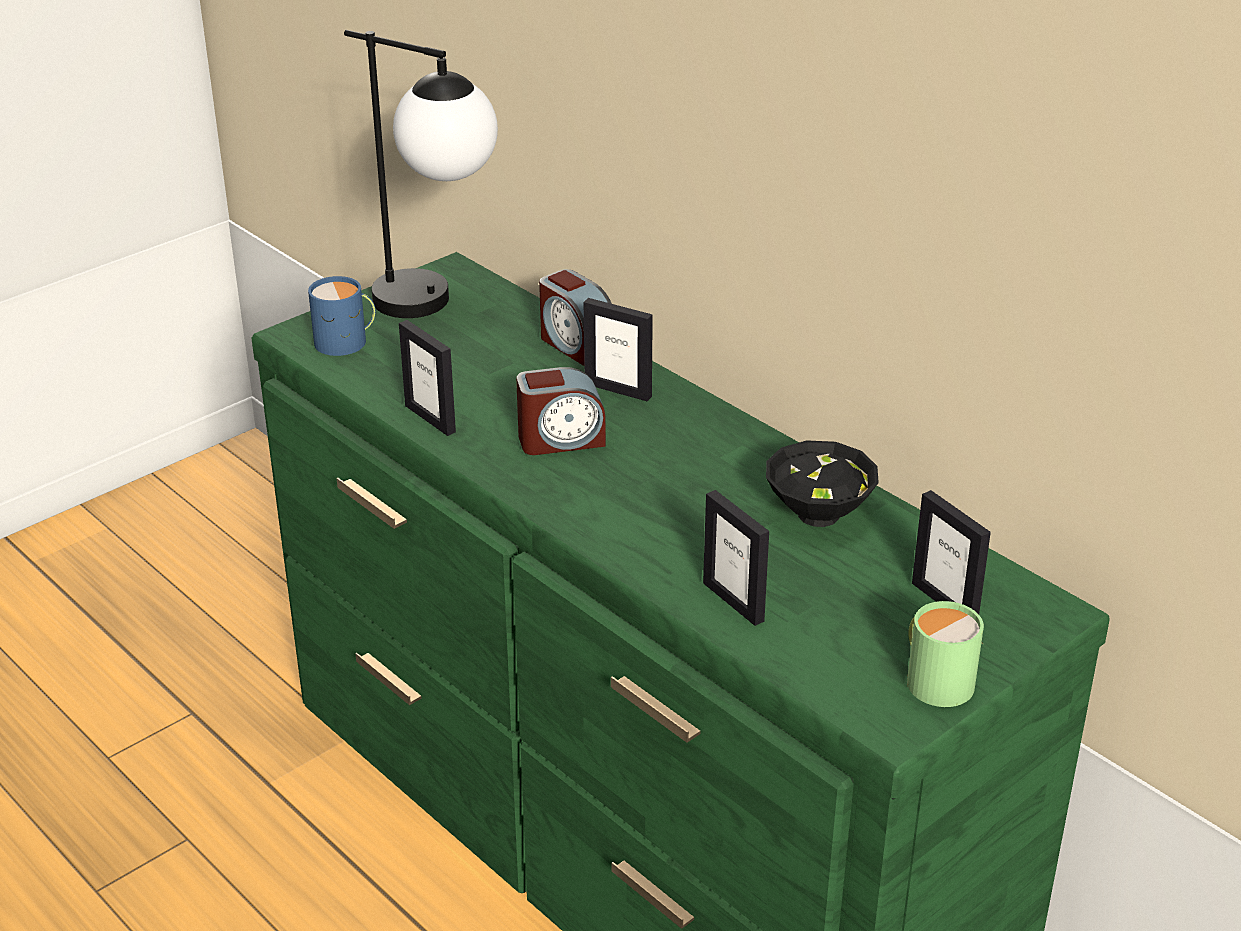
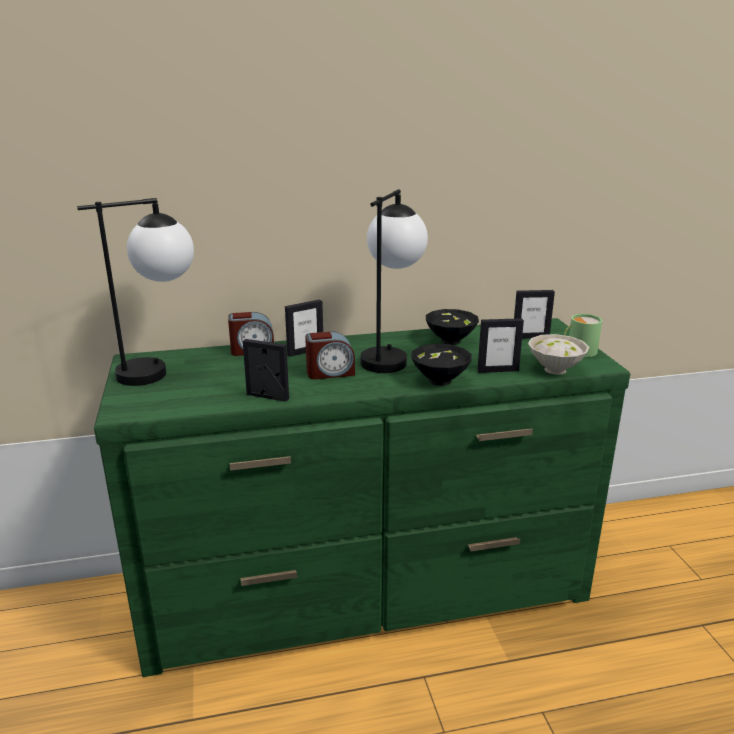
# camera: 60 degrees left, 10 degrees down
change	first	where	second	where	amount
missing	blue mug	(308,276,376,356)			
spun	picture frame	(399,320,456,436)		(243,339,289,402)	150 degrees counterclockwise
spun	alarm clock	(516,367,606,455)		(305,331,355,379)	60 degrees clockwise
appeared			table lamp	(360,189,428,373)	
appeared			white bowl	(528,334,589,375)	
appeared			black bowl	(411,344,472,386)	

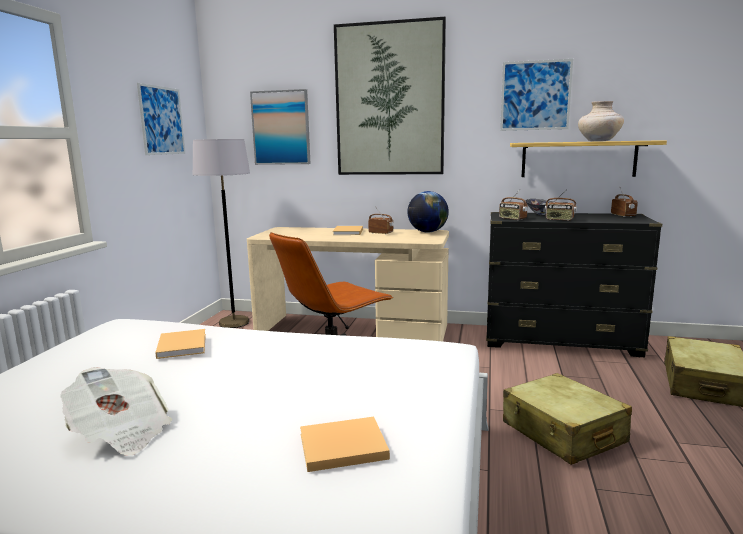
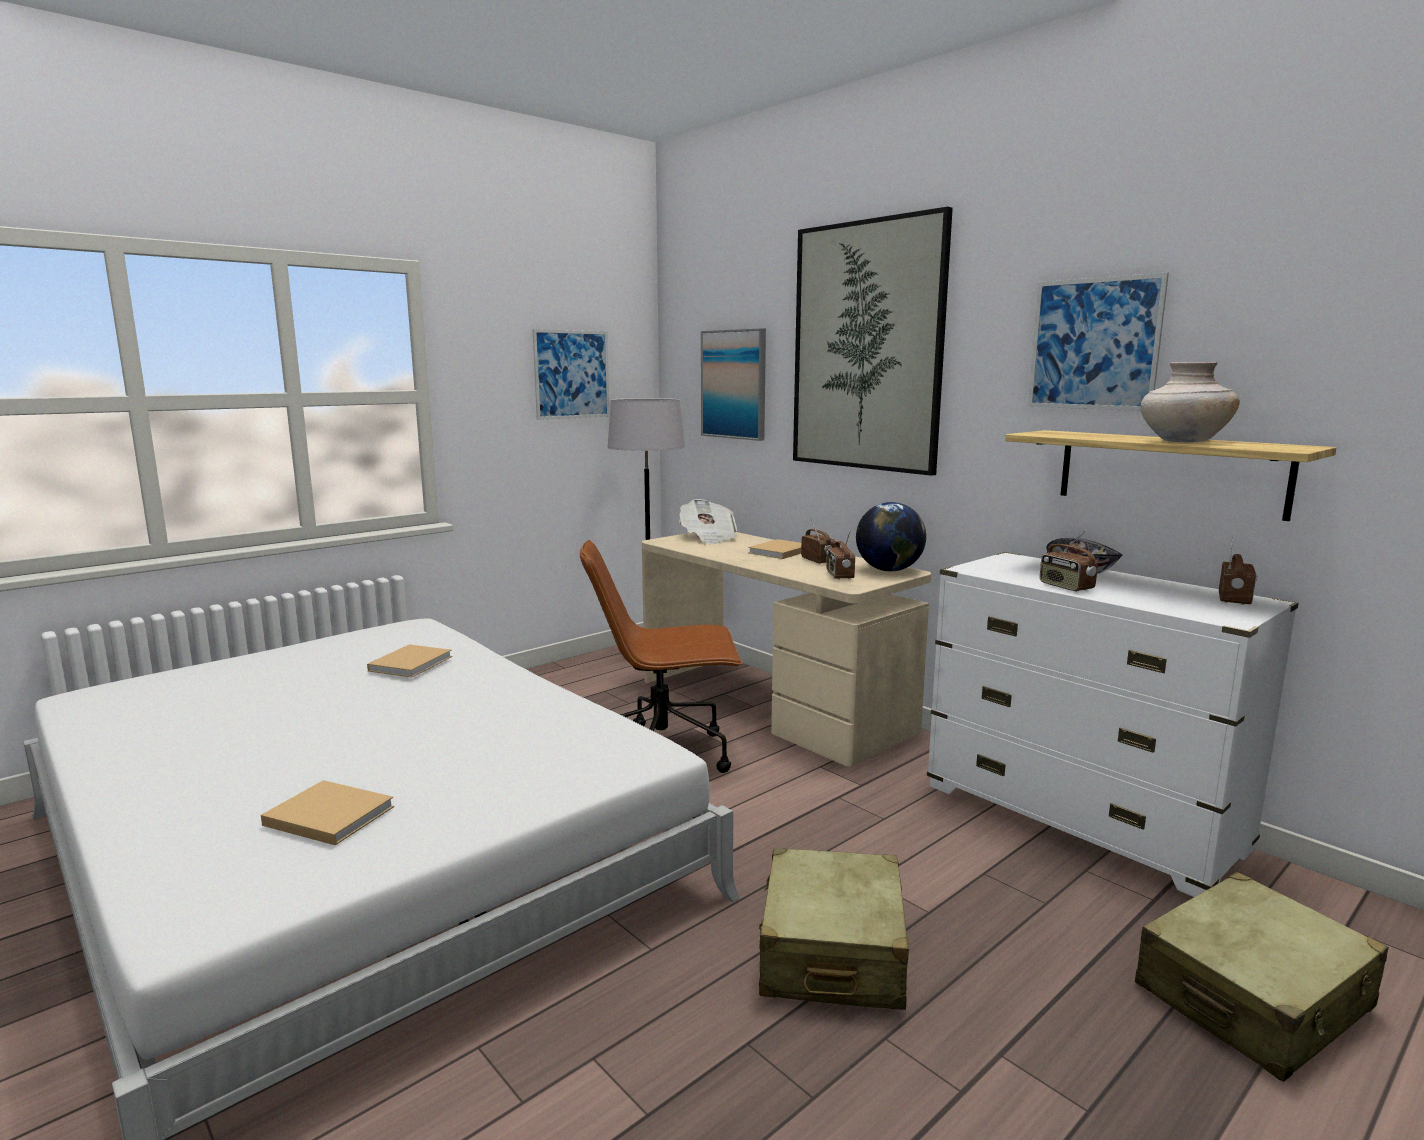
# camera: 35 degrees right, 0 degrees up
change	first	where	second	where	amount
relocated	radio	(499,190,527,220)		(826,532,855,579)	
colour	black dresser	(486,212,662,357)	white dresser	(927,552,1299,897)	
relocated	newspaper	(60,367,172,456)		(679,499,737,544)	

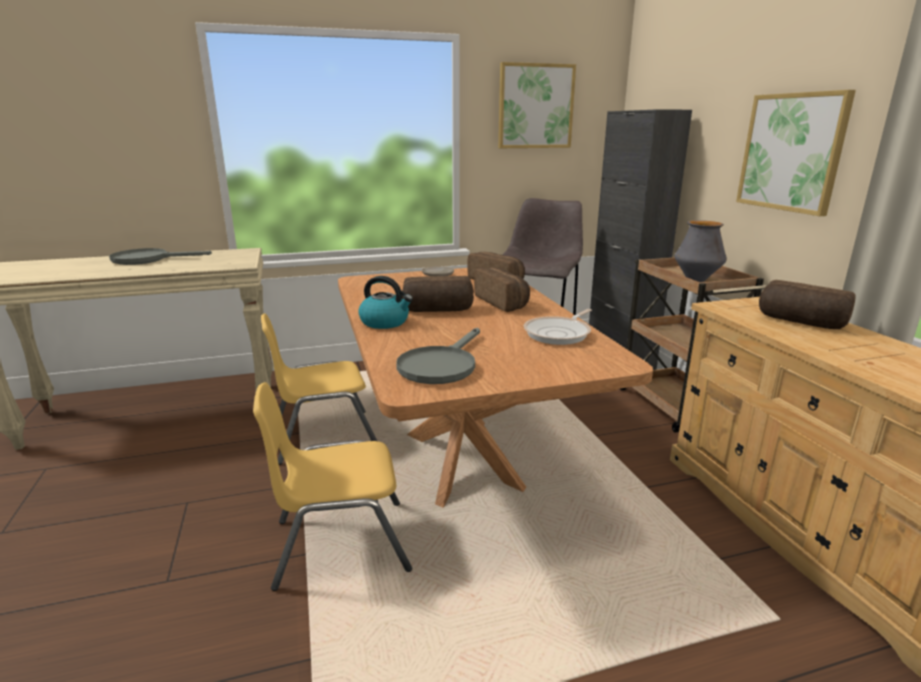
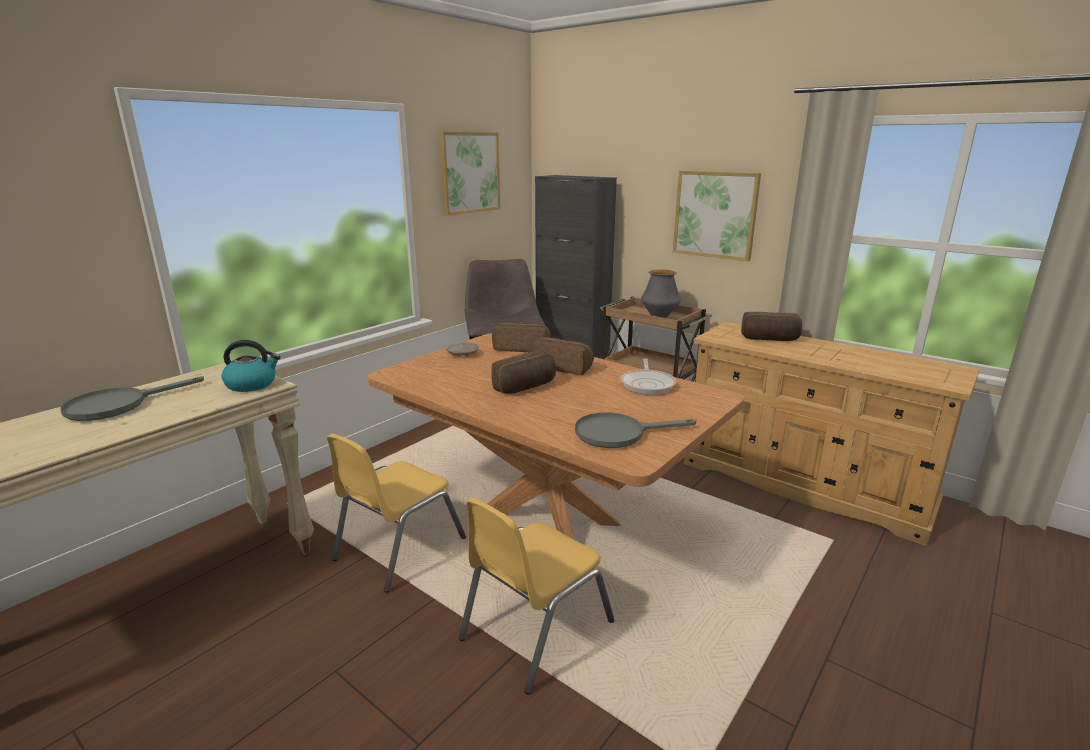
# camera: 35 degrees left, 0 degrees up
change	first	where	second	where	amount
relocated	kettle	(358,276,413,329)		(221,340,280,392)	
spun	grey frying pan	(396,328,480,384)		(575,412,696,448)	90 degrees clockwise

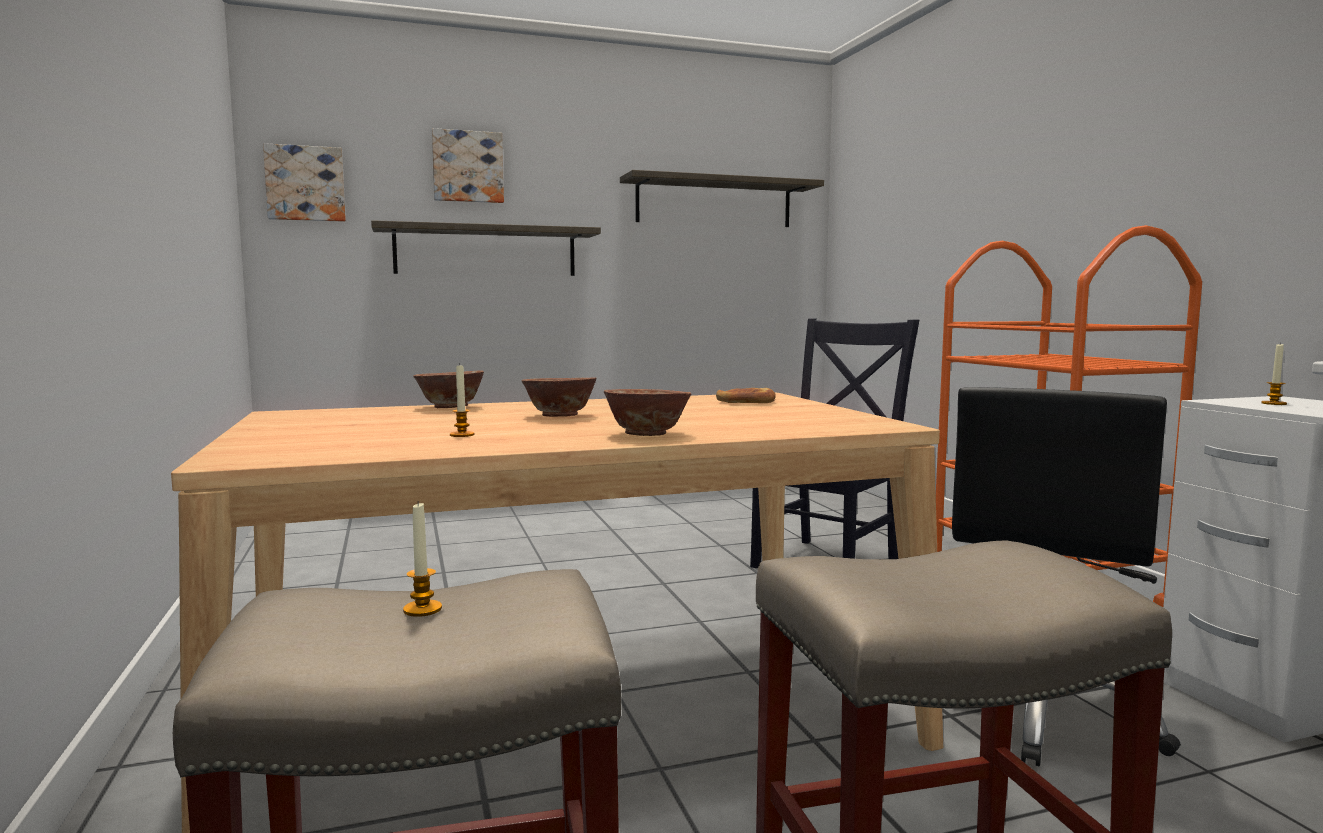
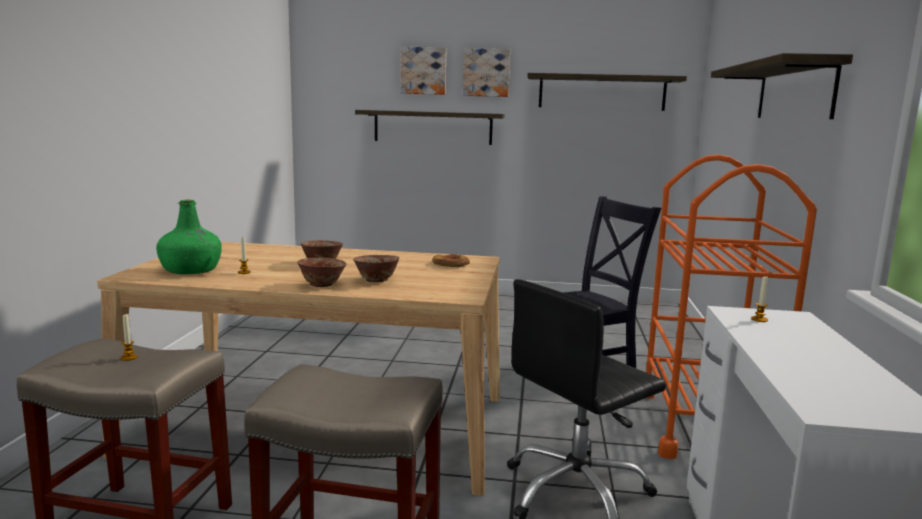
# camera: 25 degrees right, 5 degrees up
change	first	where	second	where	amount
relocated	picture	(263,143,346,222)		(463,48,510,97)	
relocated	bowl	(413,370,484,408)		(353,255,399,282)	
appeared			shelf	(711,53,853,119)	
appeared			green bottle	(156,199,222,274)	

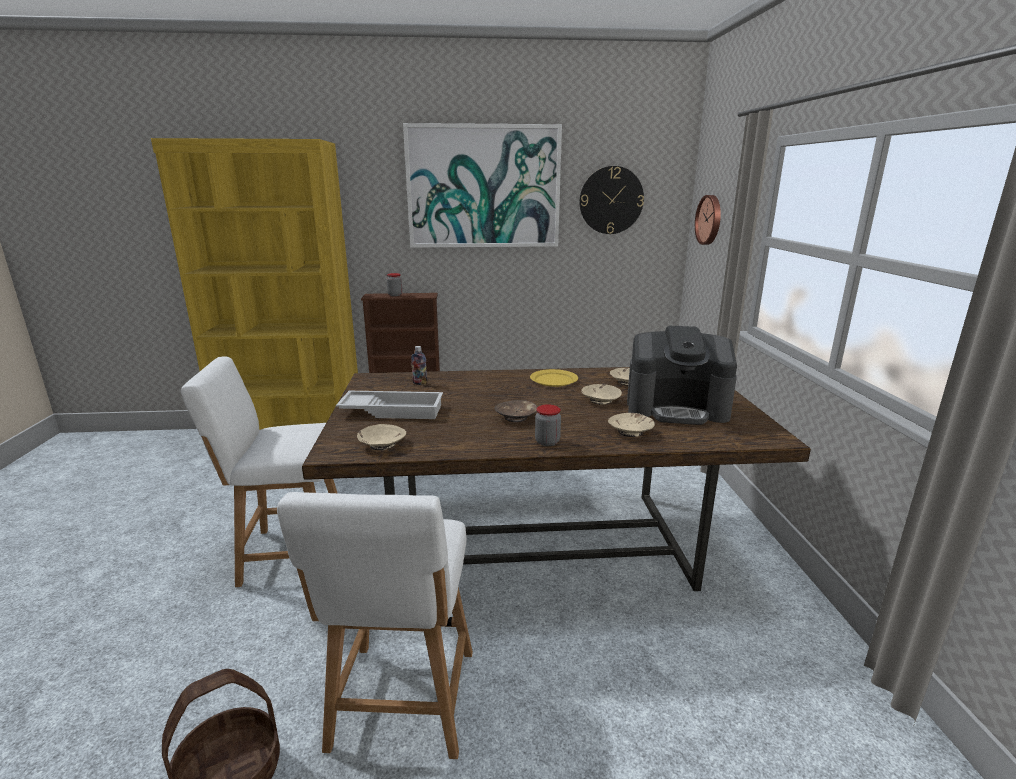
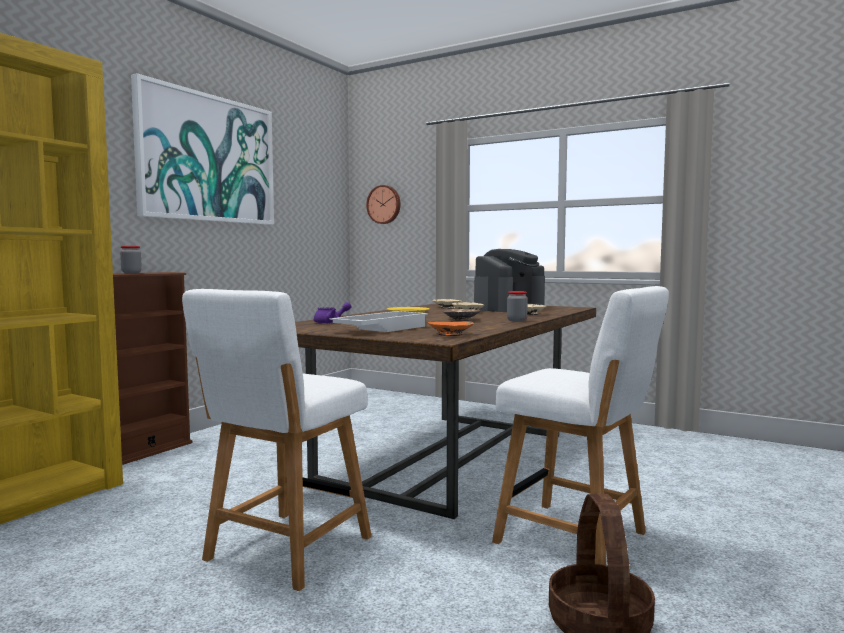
# camera: 55 degrees left, 15 degrees down
change	first	where	second	where	amount
missing	wall clock	(580,166,644,234)			
exchanged	bottle	(411,346,427,385)	purple teapot	(314,302,352,324)	
colour	beige bowl	(357,424,406,450)	orange bowl	(428,321,474,336)	

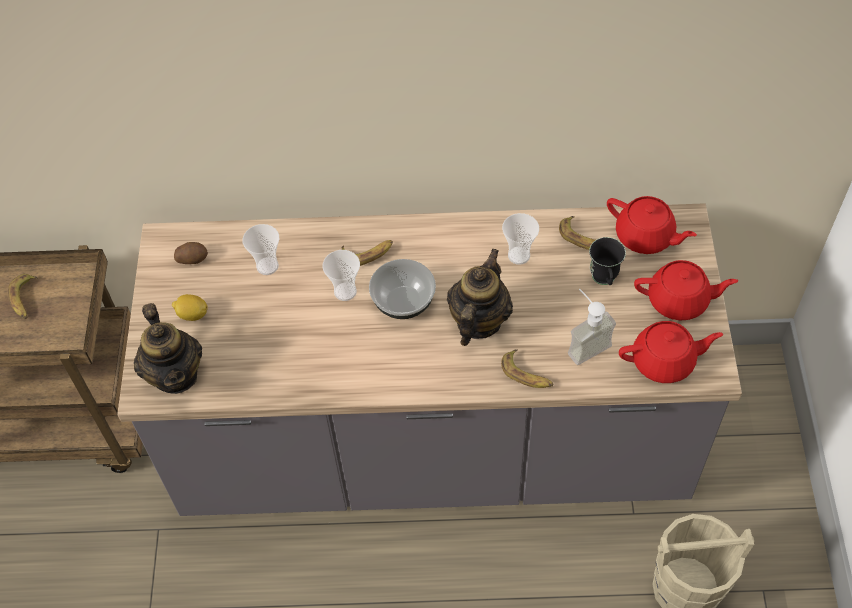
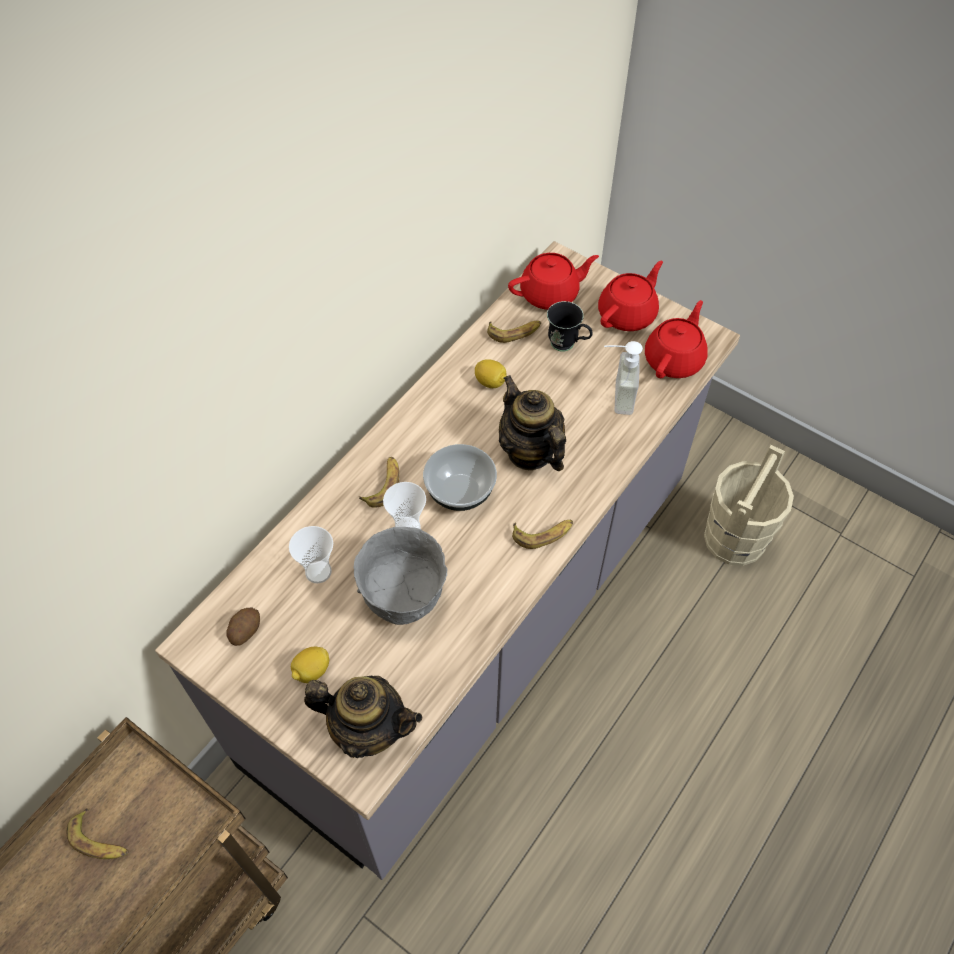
# camera: 55 degrees left, 0 degrees up
change	first	where	second	where	amount
exchanged	cup	(502,213,539,265)	lemon	(475,359,506,388)	
relocated	banana	(501,349,553,388)		(512,519,573,549)	
appeared			grey bowl	(354,527,447,625)	

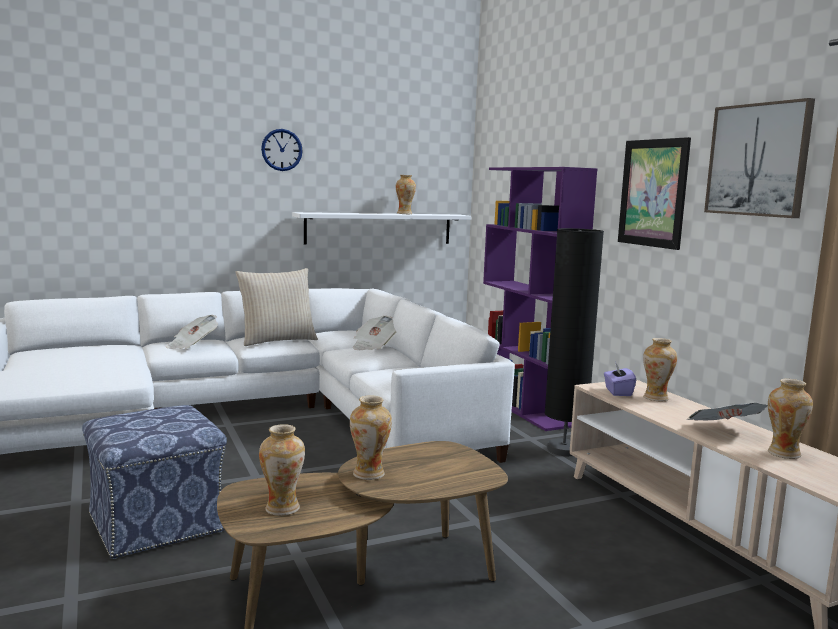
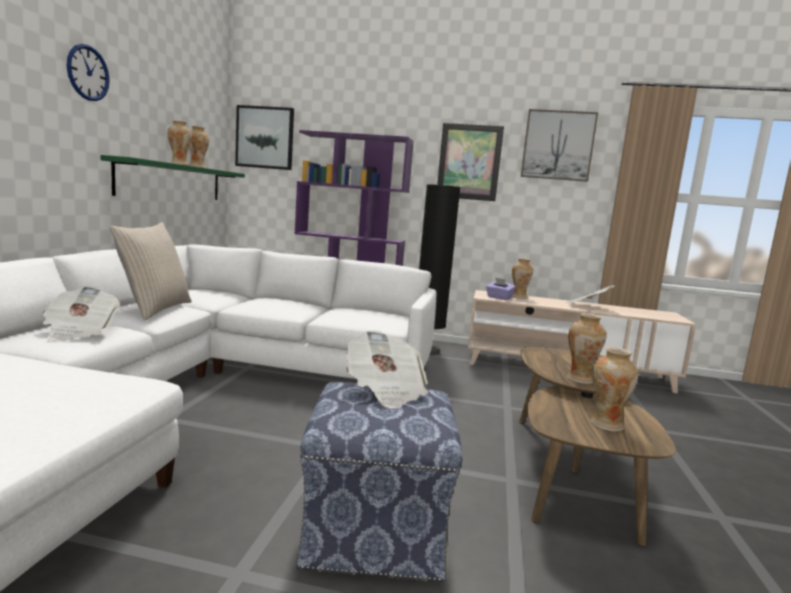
# camera: 55 degrees left, 0 degrees up
change	first	where	second	where	amount
colour	white shelf	(292,212,471,245)	green shelf	(100,155,245,200)	
relocated	newspaper	(353,316,397,350)		(346,330,428,409)	
relocated	vase	(768,379,813,459)		(167,121,191,165)	
appeared			picture	(235,105,294,170)	

